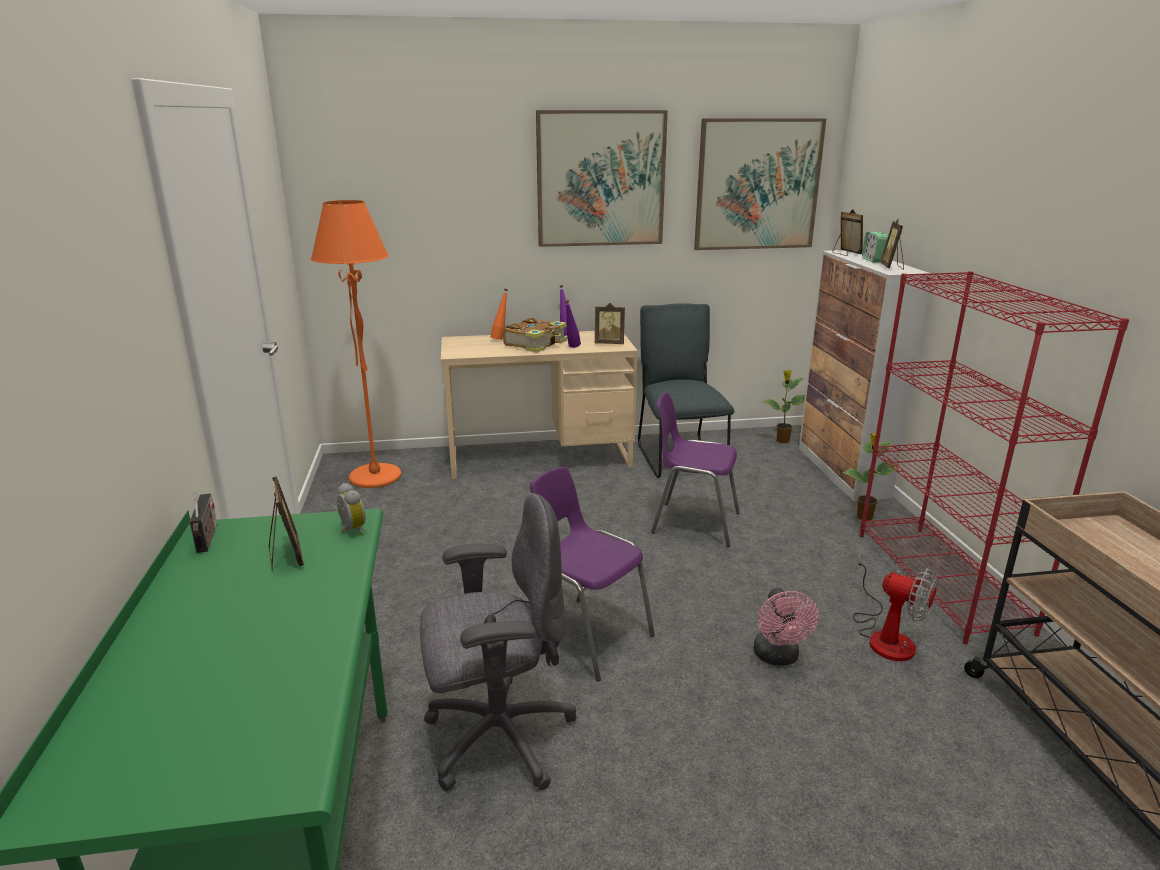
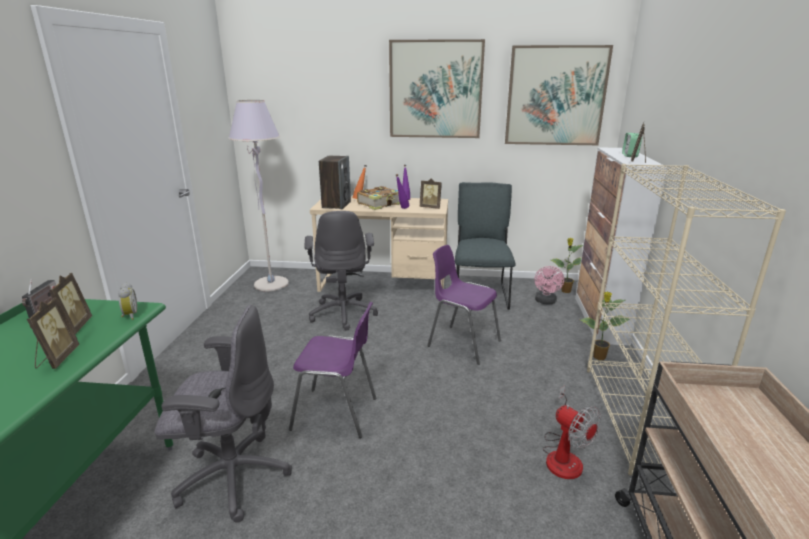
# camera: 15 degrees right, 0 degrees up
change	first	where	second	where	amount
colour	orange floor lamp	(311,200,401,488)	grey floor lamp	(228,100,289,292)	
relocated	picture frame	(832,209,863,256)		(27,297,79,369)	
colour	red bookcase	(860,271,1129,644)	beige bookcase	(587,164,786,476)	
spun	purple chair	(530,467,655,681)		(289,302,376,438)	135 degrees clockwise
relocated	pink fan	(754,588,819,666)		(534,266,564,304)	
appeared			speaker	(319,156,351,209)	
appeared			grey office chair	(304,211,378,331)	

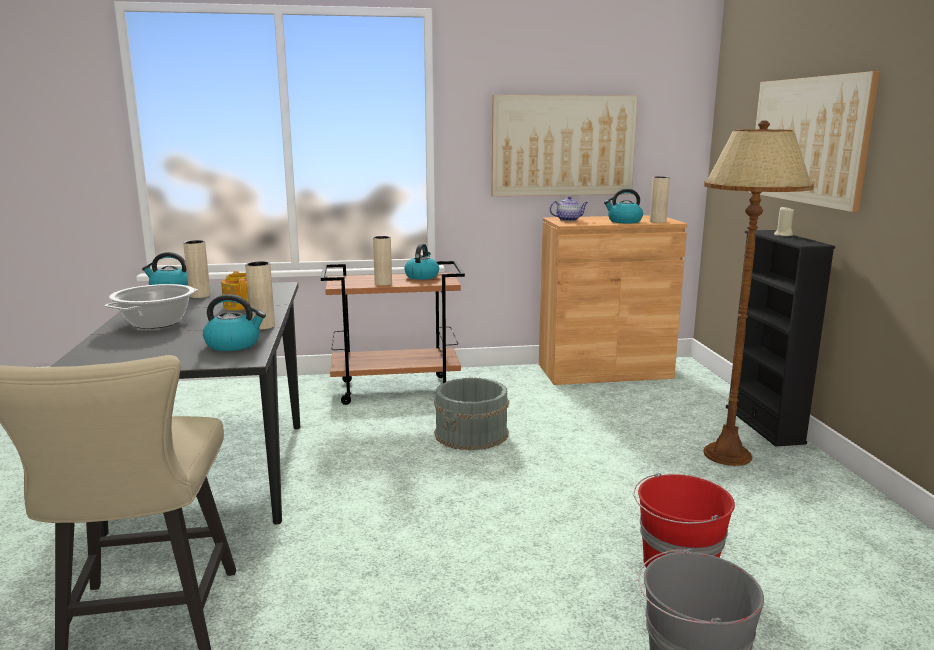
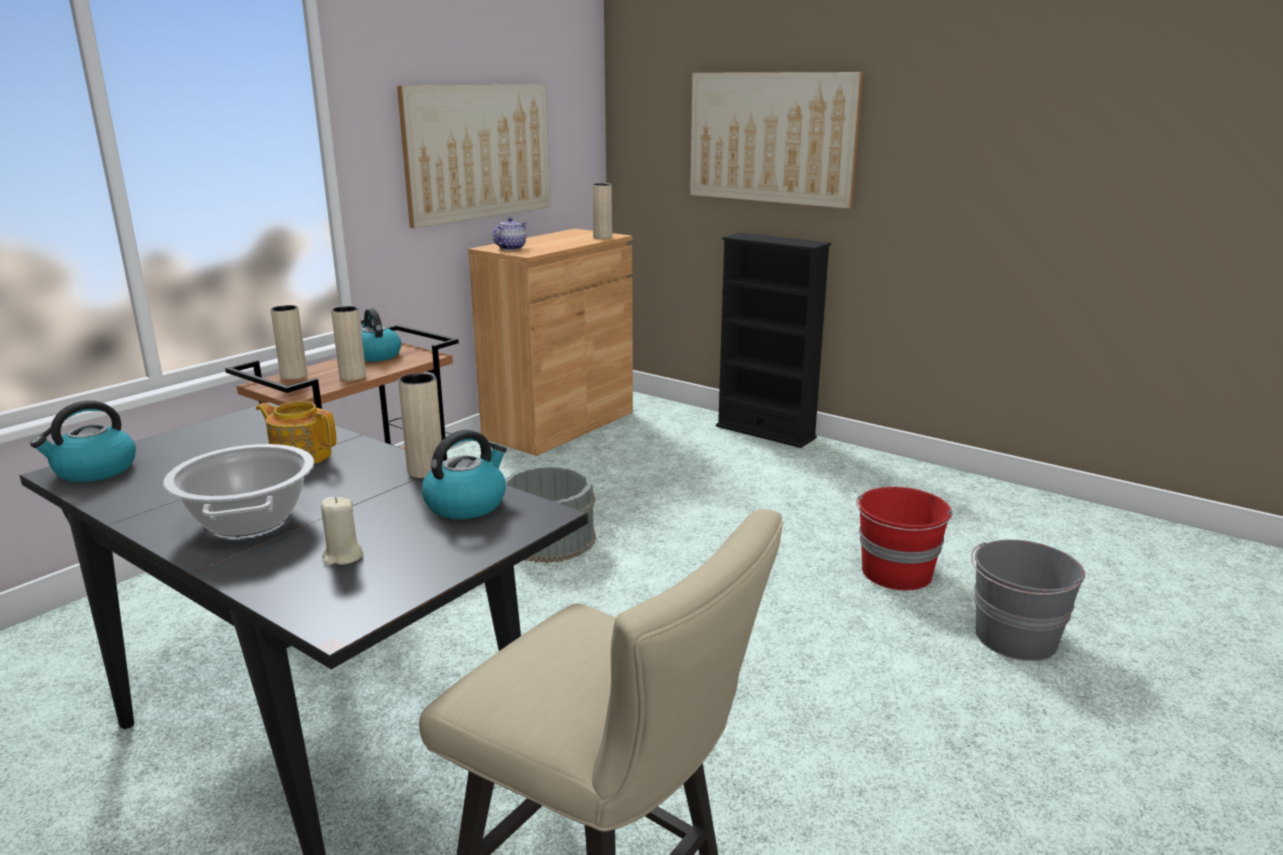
# camera: 45 degrees left, 5 degrees up
change	first	where	second	where	amount
missing	brown floor lamp	(704,120,814,466)			
missing	kettle	(604,189,643,224)			
relocated	beige candle	(774,207,794,236)		(321,497,363,566)	
relocated	beige vase	(183,240,210,298)		(270,305,307,379)	

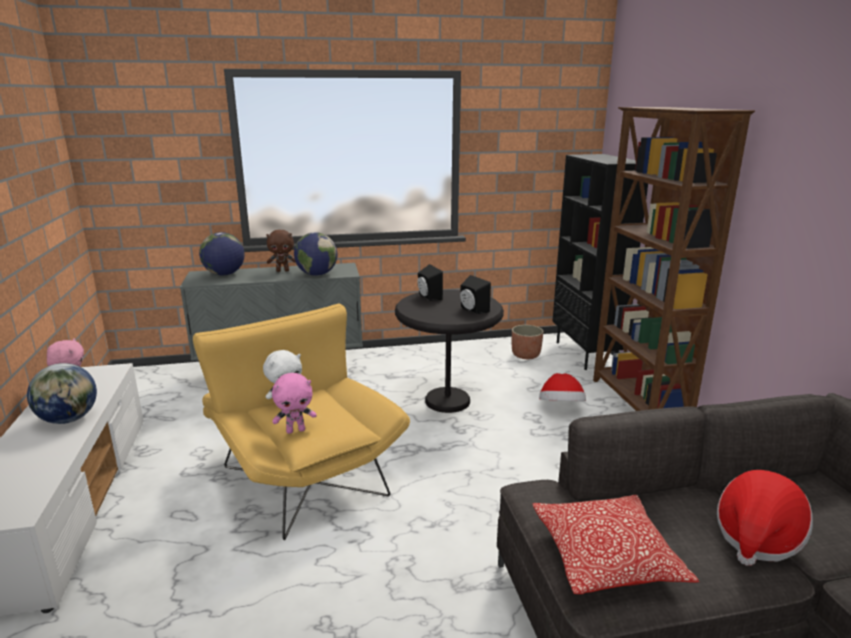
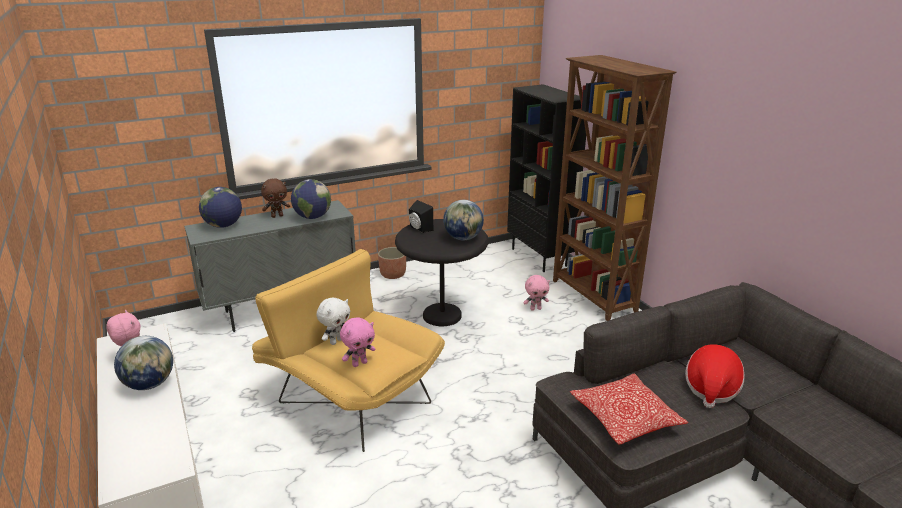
# camera: 15 degrees left, 5 degrees up
change	first	where	second	where	amount
exchanged	black speaker	(460,275,491,314)	globe	(443,200,484,240)	
relocated	planter	(512,325,543,359)		(378,247,406,279)	
exchanged	hat	(539,373,586,401)	pink plush toy	(524,275,550,311)	

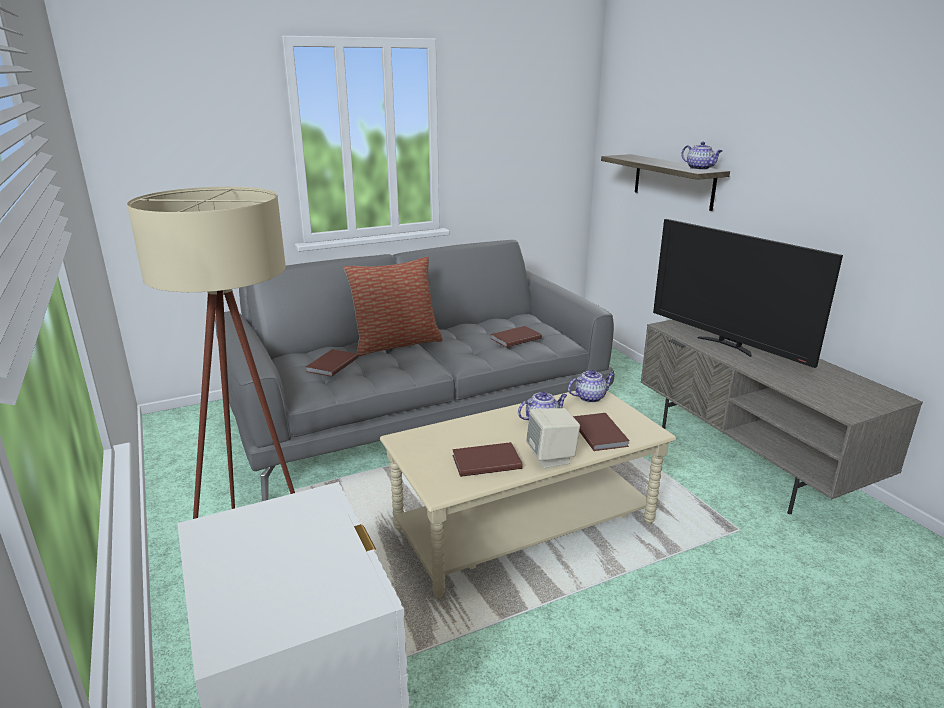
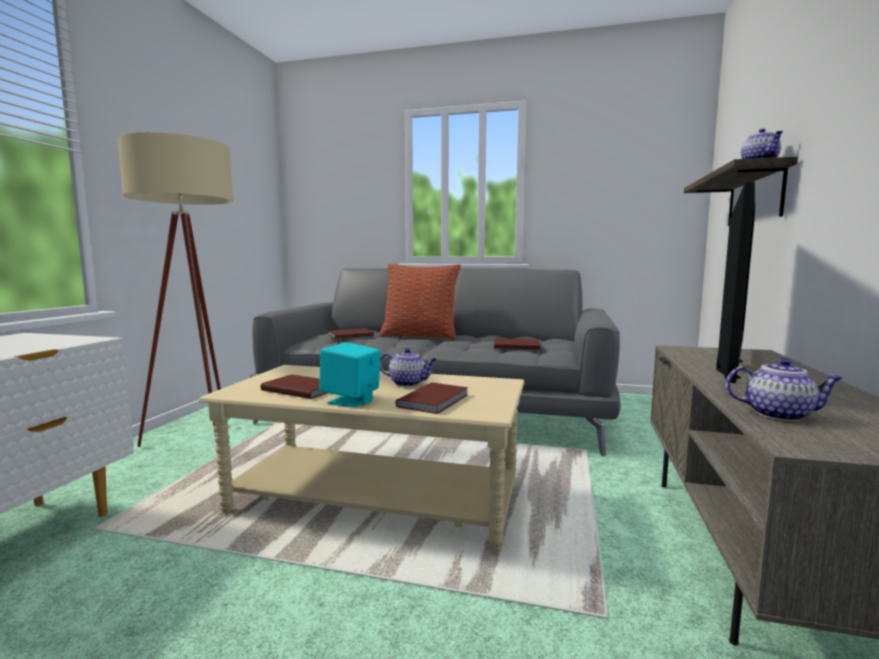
# camera: 40 degrees right, 15 degrees down
change	first	where	second	where	amount
spun	television	(653,219,843,368)		(716,182,755,383)	150 degrees counterclockwise
relocated	teapot	(568,370,614,403)		(726,358,843,421)	
colour	beige speaker	(526,408,580,468)	turquoise speaker	(319,342,381,407)	

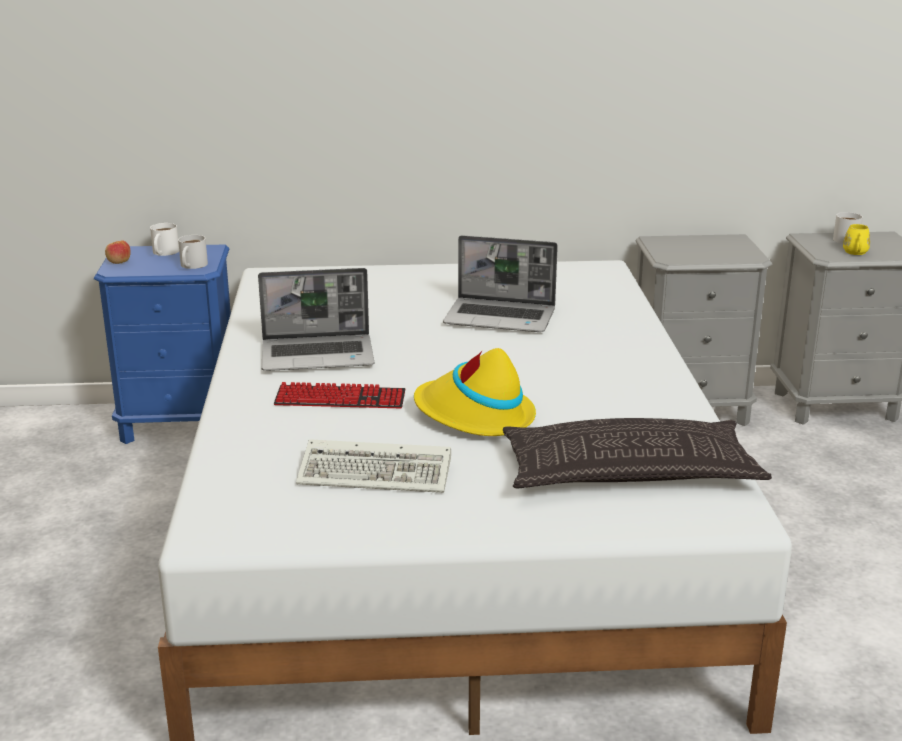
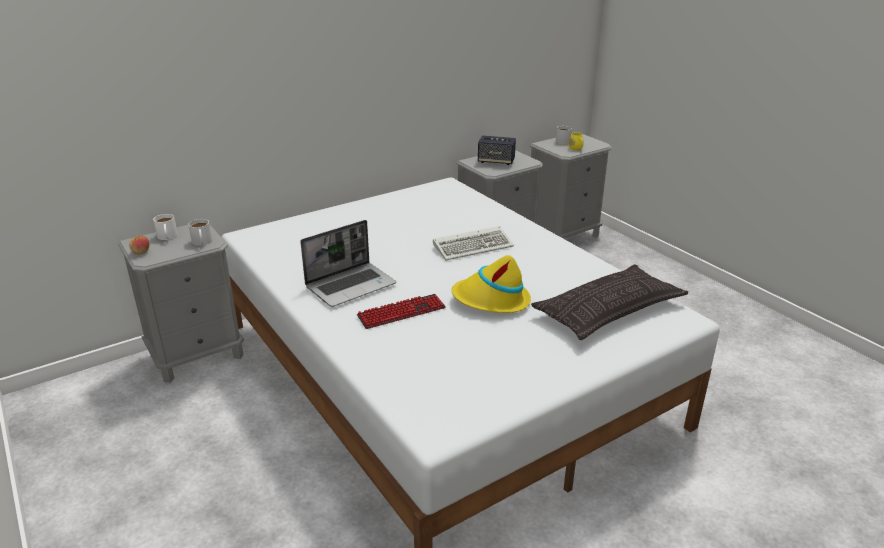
# camera: 30 degrees left, 5 degrees up
change	first	where	second	where	amount
missing	laptop	(443,235,558,332)			
colour	blue nightstand	(94,244,231,444)	grey nightstand	(118,225,244,383)	
relocated	keyboard	(296,439,451,493)		(433,226,514,260)	
appeared			speaker	(478,136,516,165)	

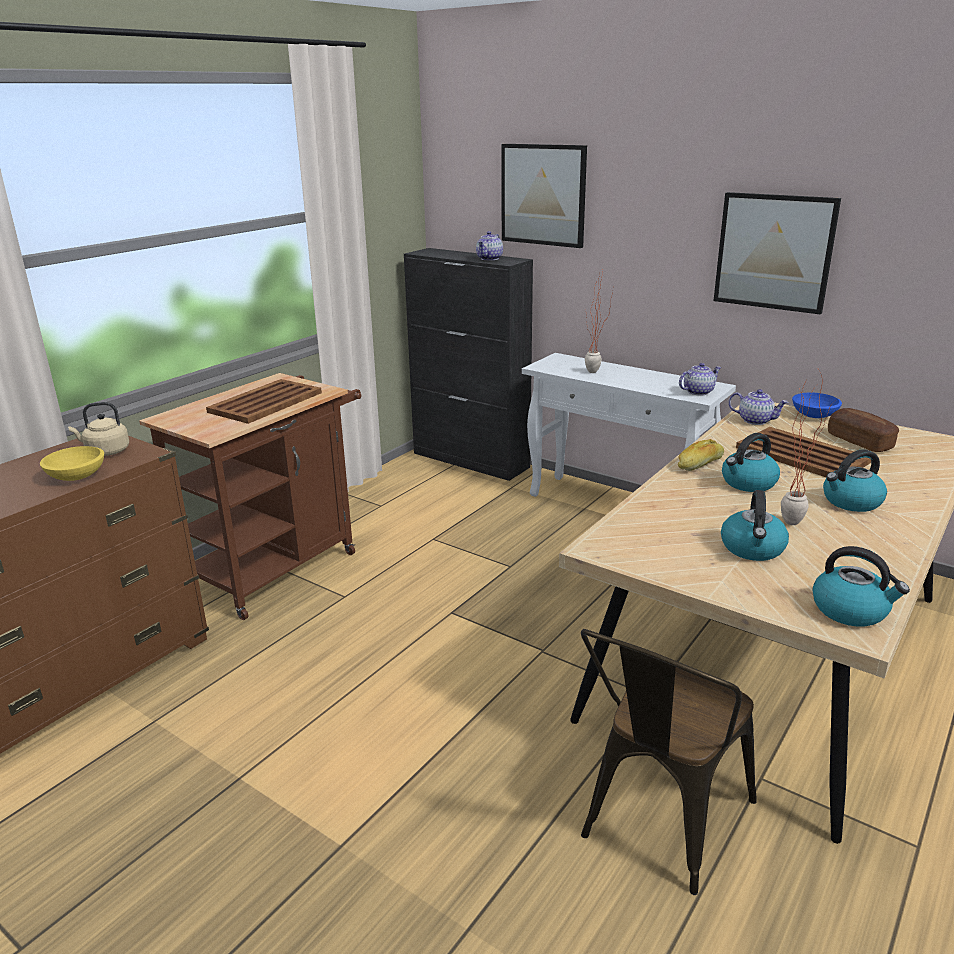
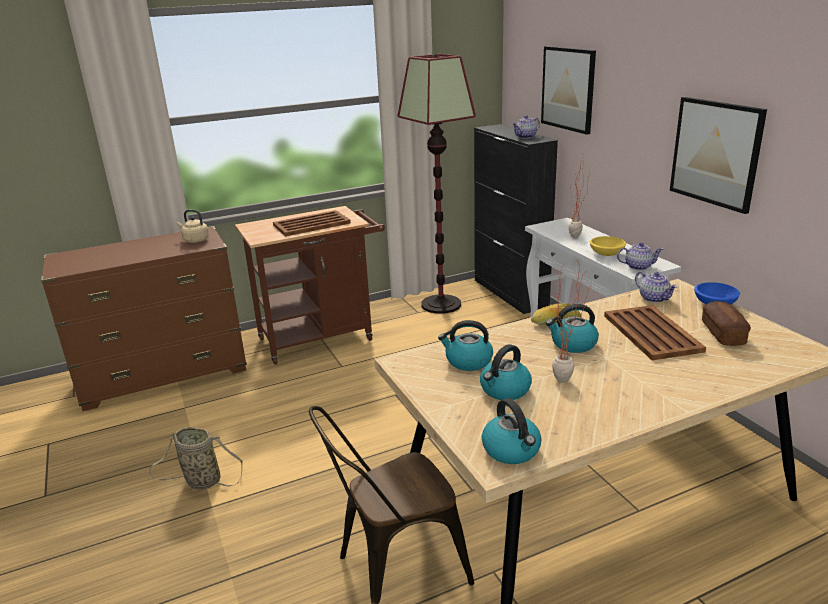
# camera: 30 degrees right, 0 degrees up
change	first	where	second	where	amount
relocated	yellow bowl	(40,446,104,481)		(590,236,626,256)	
relocated	kettle	(823,449,887,512)		(438,320,493,371)	
appeared			floor lamp	(397,54,476,314)	
appeared			basket	(149,427,243,489)	

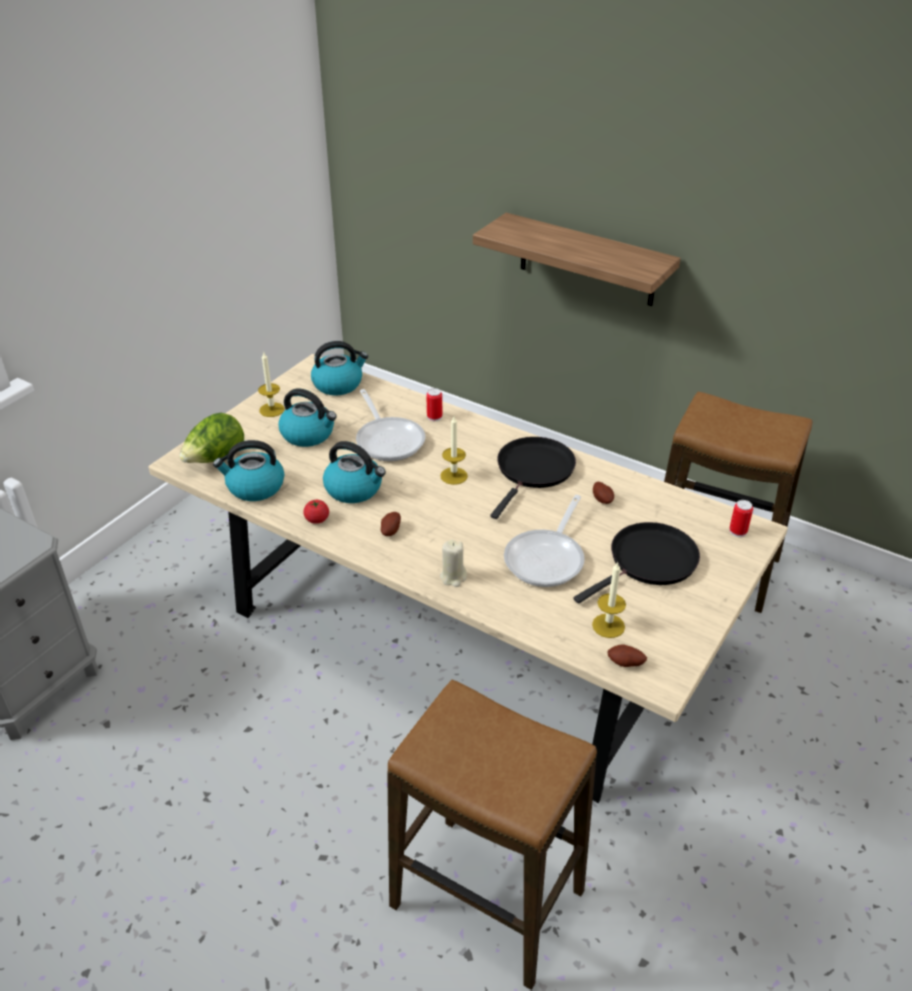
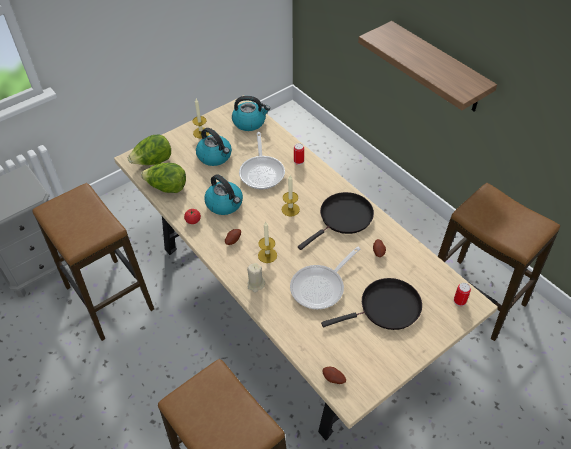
# camera: 20 degrees right, 10 degrees up
change	first	where	second	where	amount
exchanged	kettle	(213,440,284,501)	lettuce	(141,163,186,193)	
relocated	candle	(592,561,626,638)		(258,222,277,263)	
appeared			stool	(33,183,154,341)	

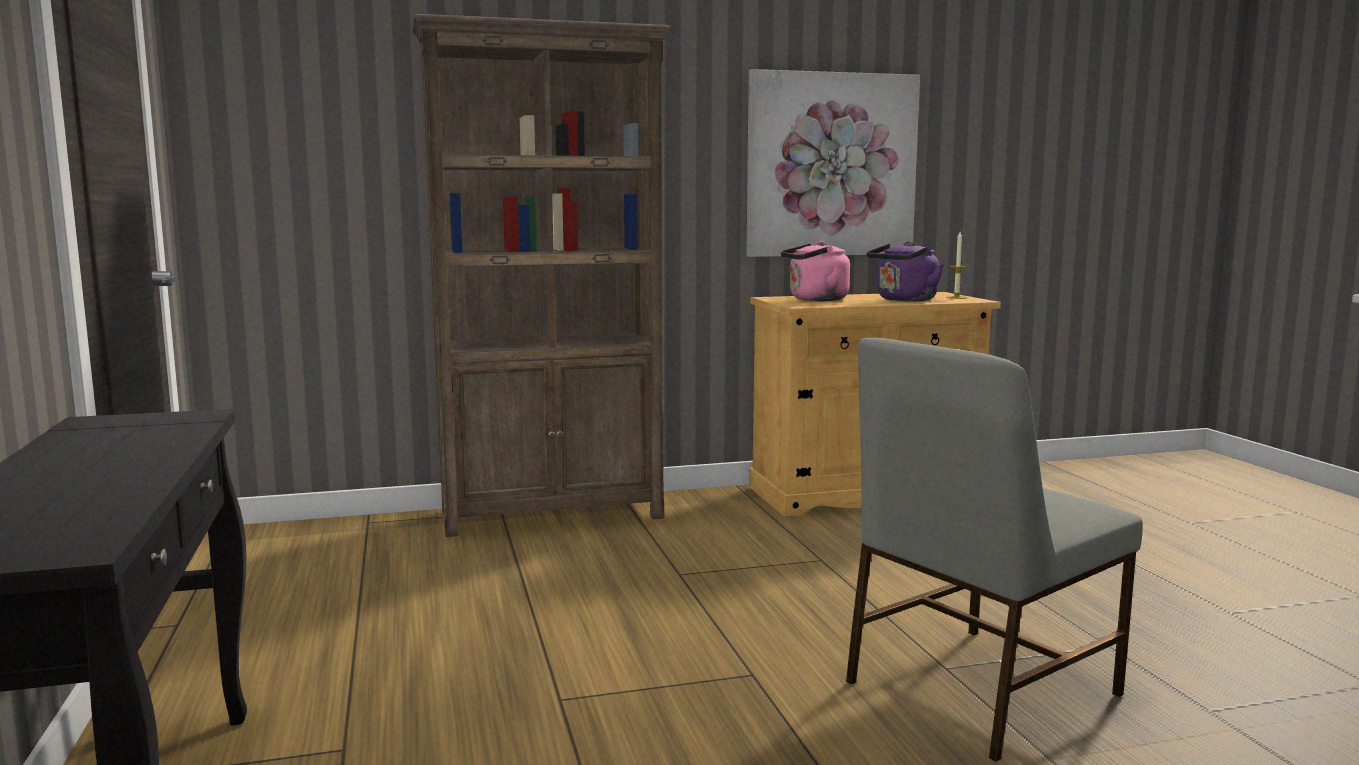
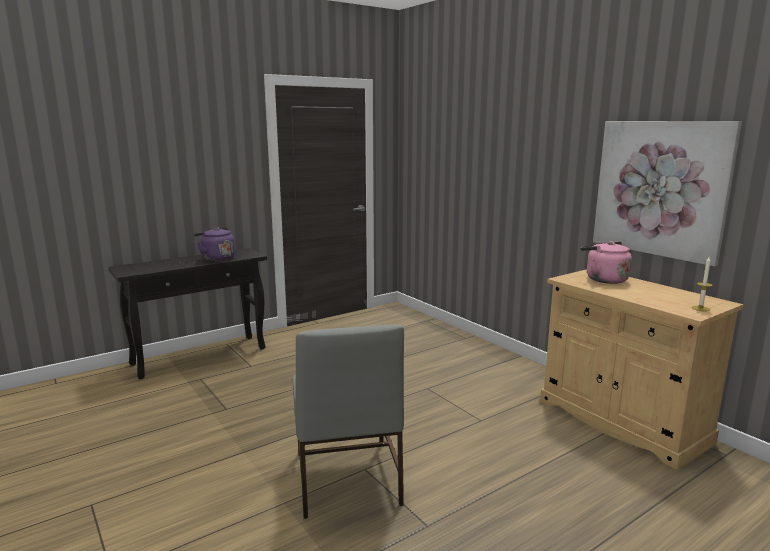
# camera: 70 degrees right, 5 degrees up
change	first	where	second	where	amount
missing	brown bookcase	(413,14,671,537)			
relocated	purple kettle	(867,241,944,301)		(193,227,235,261)	
spun	grey chair	(846,338,1143,762)		(293,325,404,519)	135 degrees counterclockwise

